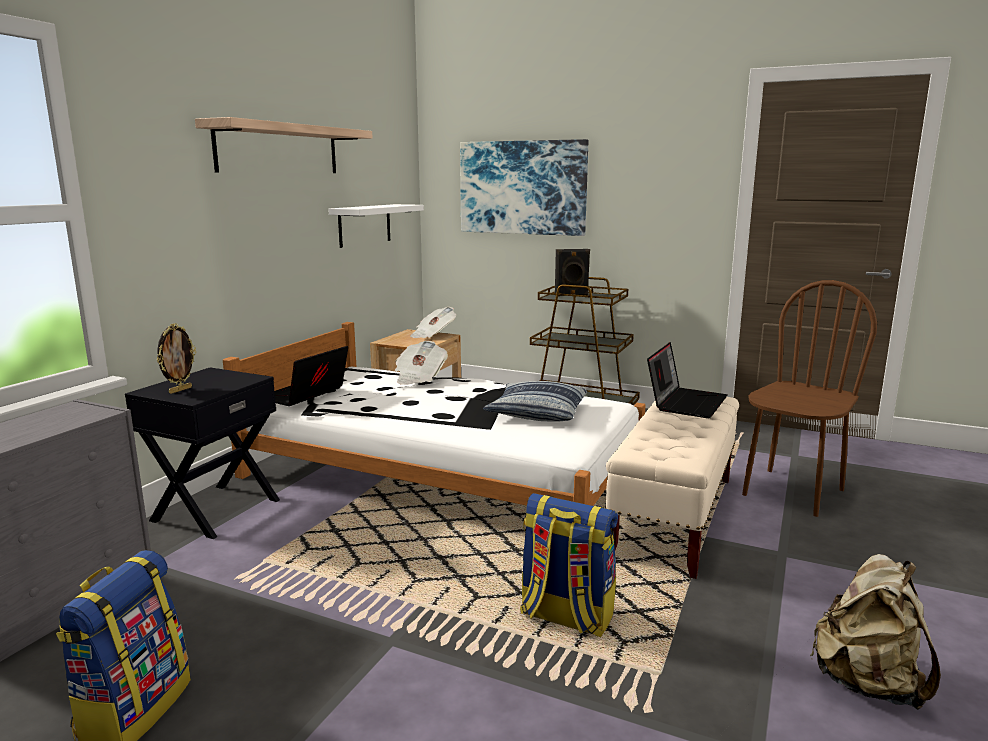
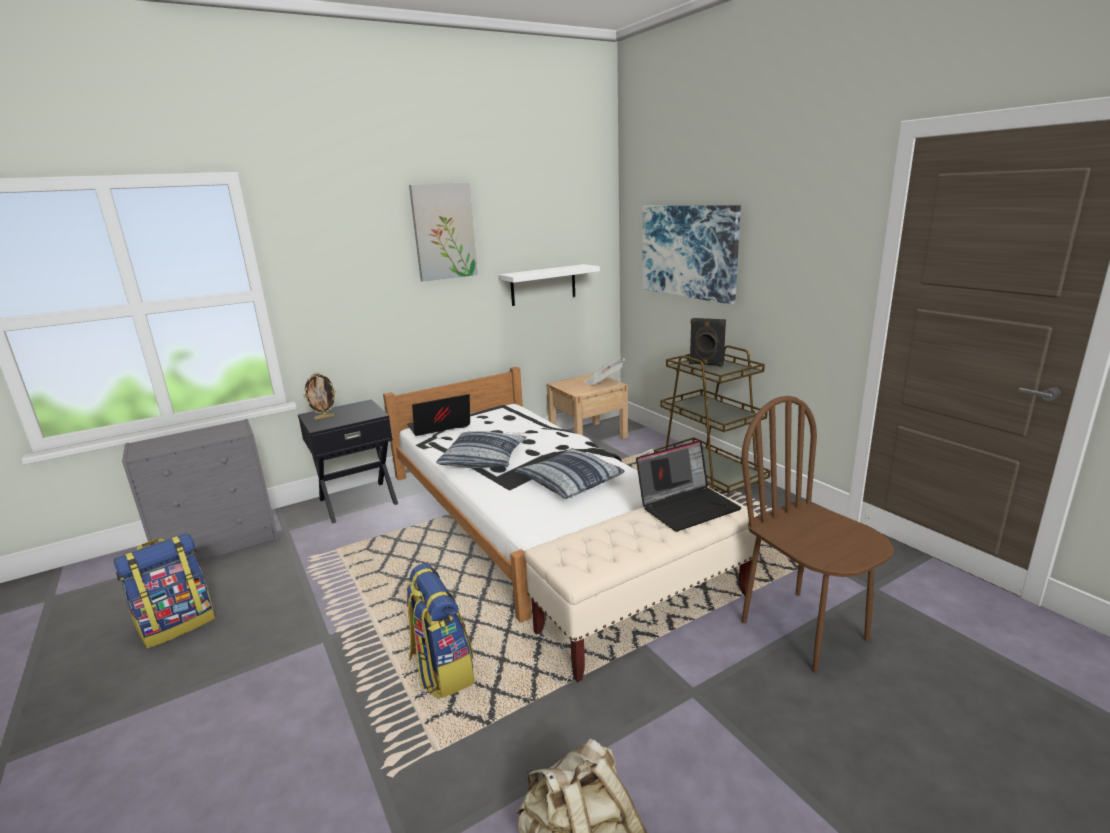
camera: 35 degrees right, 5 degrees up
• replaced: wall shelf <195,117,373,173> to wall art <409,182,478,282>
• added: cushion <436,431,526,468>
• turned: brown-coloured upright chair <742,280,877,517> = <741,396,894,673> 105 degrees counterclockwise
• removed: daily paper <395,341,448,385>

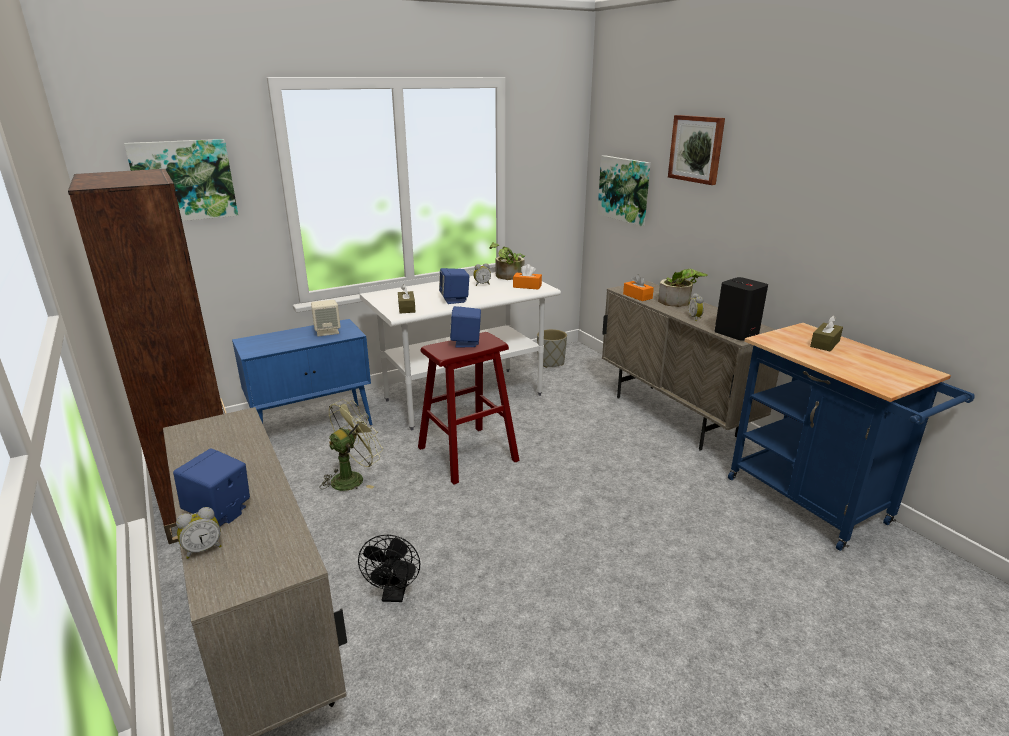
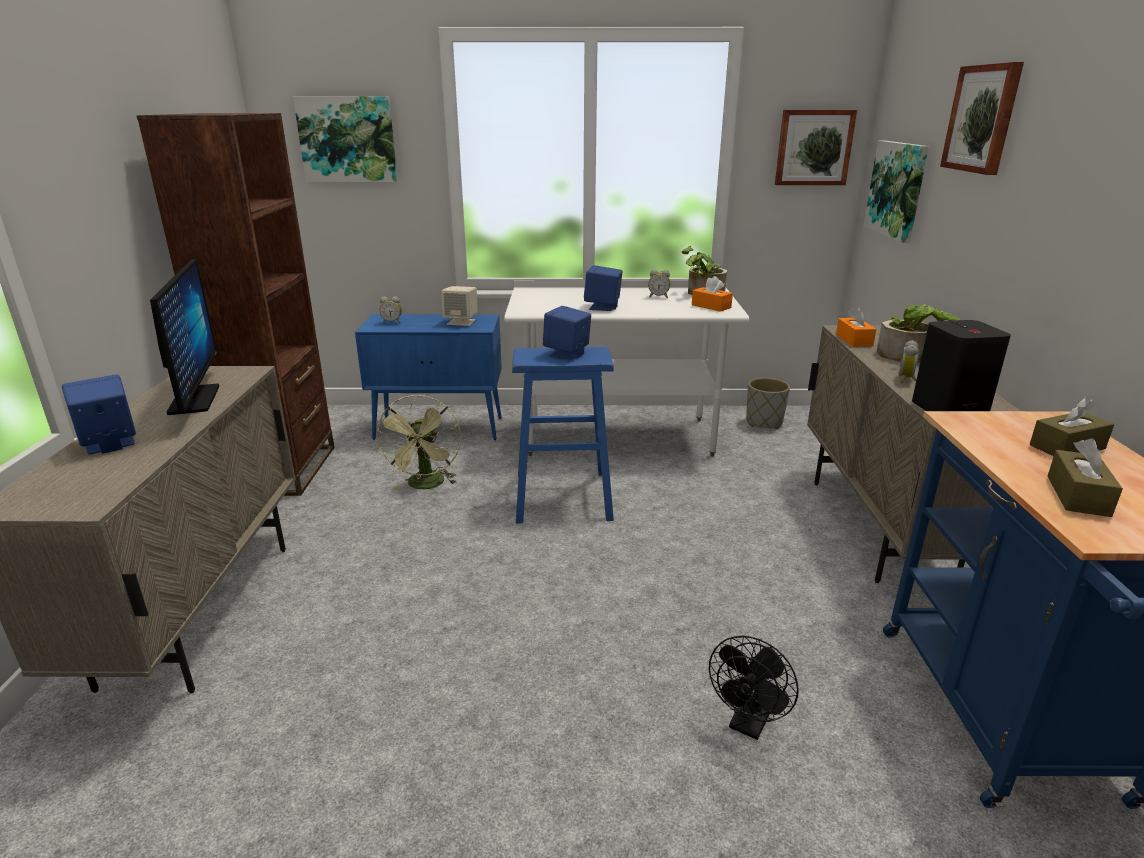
camera: 30 degrees right, 0 degrees up
• added: monitor <150,259,219,415>
• turned: greenish cooling fan <319,399,383,491> = <375,395,461,489> 105 degrees clockwise
• moved: table clock <176,507,222,559> to <379,296,402,324>
• recoloured: reddish sitting stool <418,332,520,484> to blue sitting stool <512,347,614,524>
• moved: black cooling fan <358,534,420,602> to <709,636,799,740>
• added: wall art <775,110,857,185>
• moved: brown-coloured tissue box <398,284,416,313> to <1048,438,1123,517>

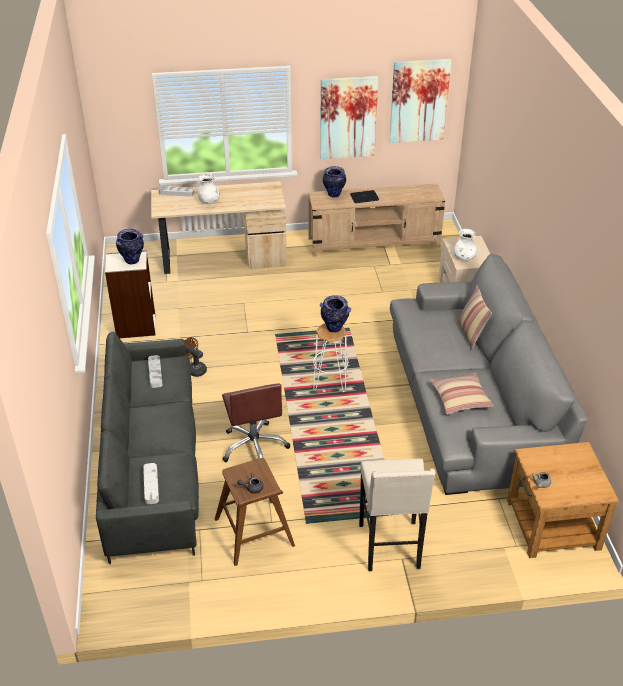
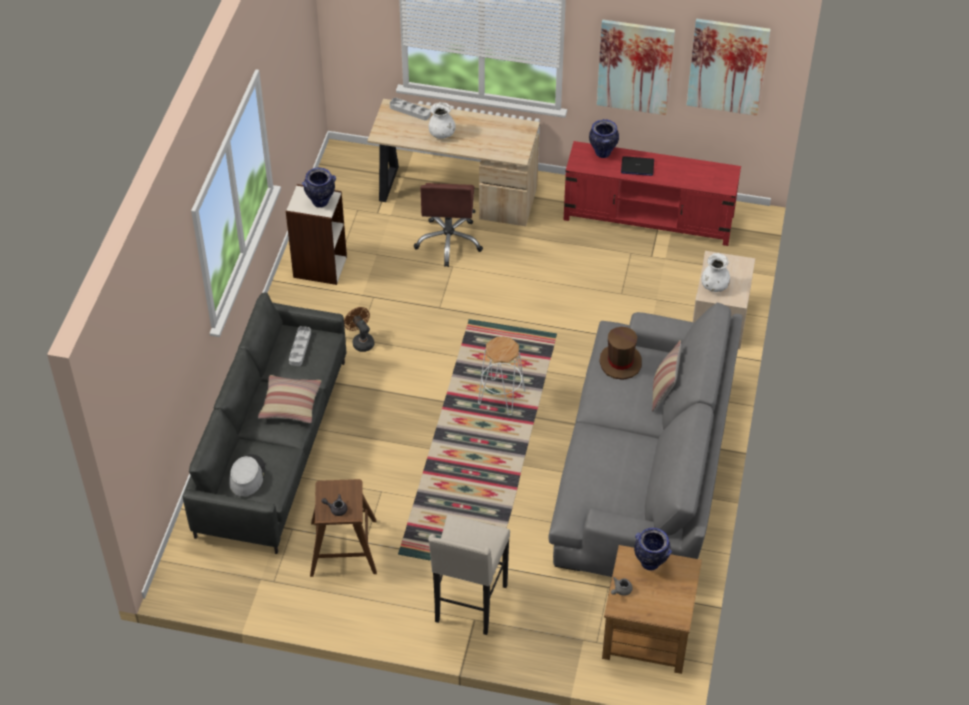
camera: 20 degrees right, 10 degrees up
• replaced: grey serving tray <143,463,159,504> to grey hat <229,454,265,497>
• moved: cushion <430,373,494,414> to <258,375,321,423>
• moved: brown-coloured computer chair <222,383,290,462> to <414,183,483,267>
• recoloured: beige-coloured tv stand <308,183,445,257> to reddish tv stand <564,141,741,246>
• added: brown-coloured hat <599,327,642,380>
• moved: flower vase <320,295,351,333> to <634,528,672,571>

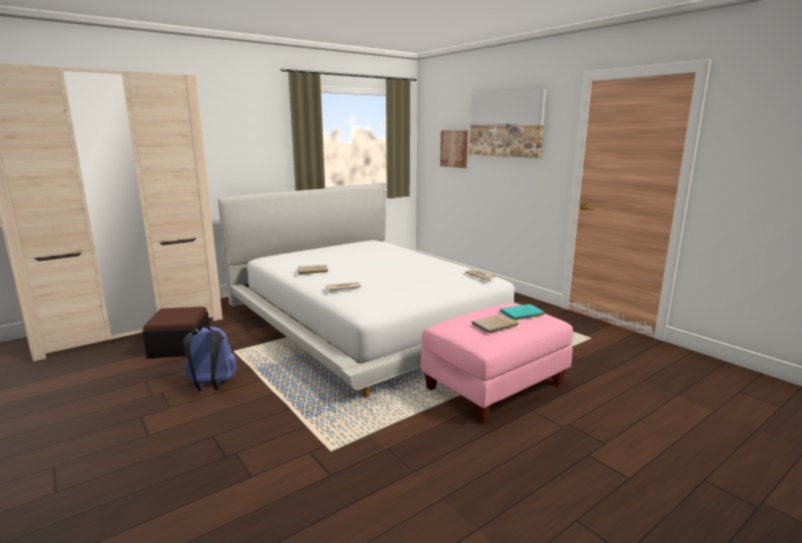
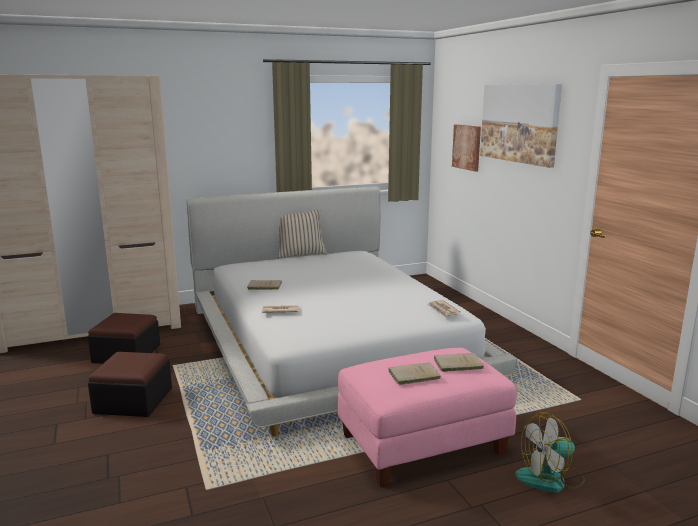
camera: 15 degrees right, 0 degrees up
• replaced: blue backpack <183,326,237,391> to pouffe <88,352,172,417>
• added: beige-coloured cushion <277,209,327,258>
• recoloured: blue-green bound book <500,304,545,321> to beige-coloured bound book <434,353,484,372>
• added: cooling fan <515,412,585,493>

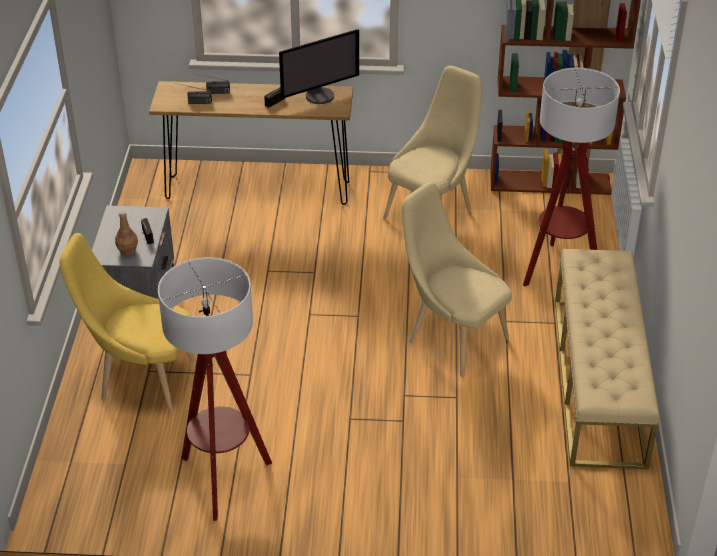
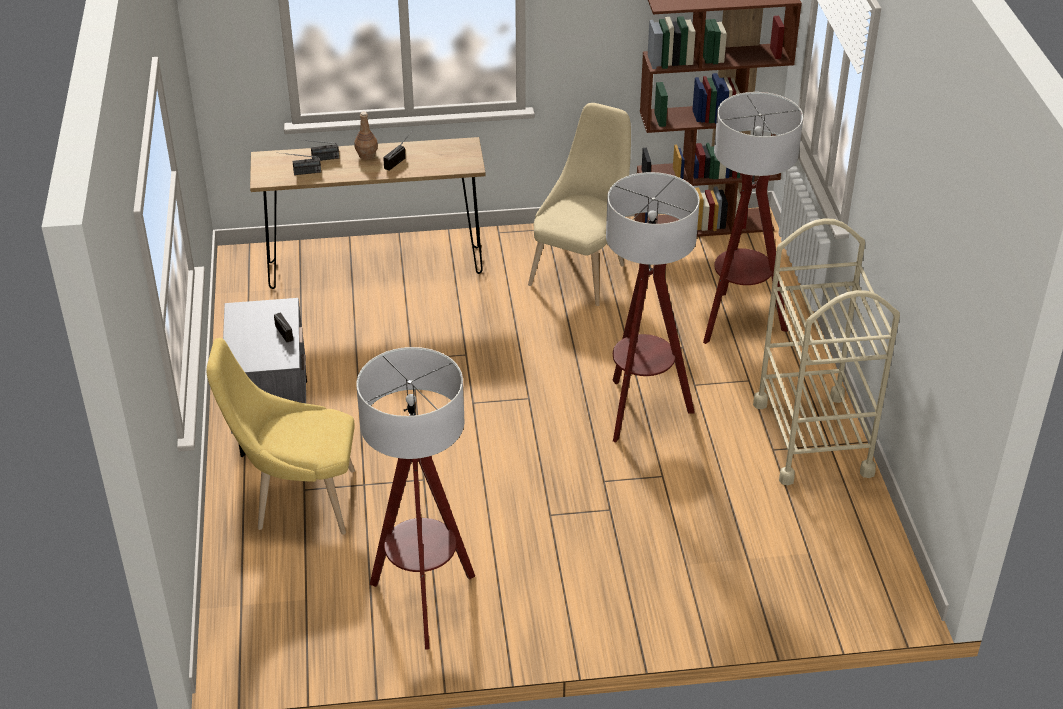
camera: 10 degrees left, 0 degrees up
• moved: brown-coloured beverage bottle <115,211,138,255> to <354,112,378,160>
• replaced: beige-coloured upright chair <402,182,512,377> to floor lamp <606,172,700,443>
• replaced: beige-coloured indoor bench <555,249,659,469> to beige-coloured cart <753,218,900,485>
• removed: monitor <279,29,359,104>

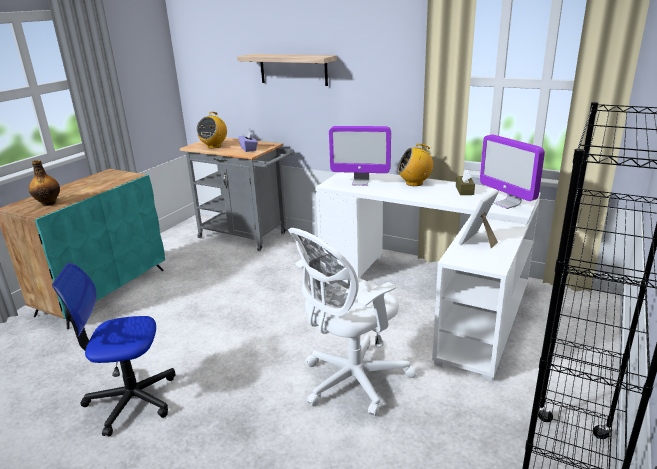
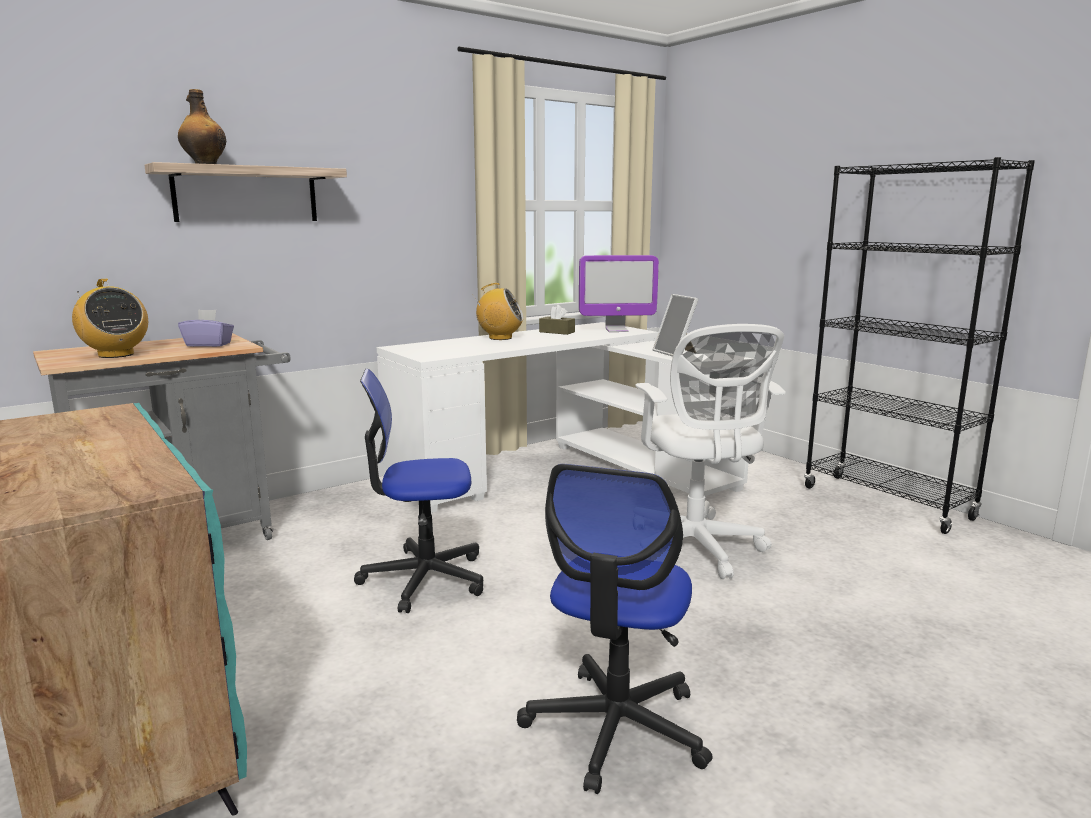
camera: 65 degrees left, 10 degrees down
• moved: beverage bottle <29,160,60,206> to <178,89,226,164>
• added: computer chair <354,369,483,613>
• turned: radio receiver <398,144,433,186> = <472,283,524,340> 105 degrees counterclockwise
• removed: monitor <329,126,391,186>

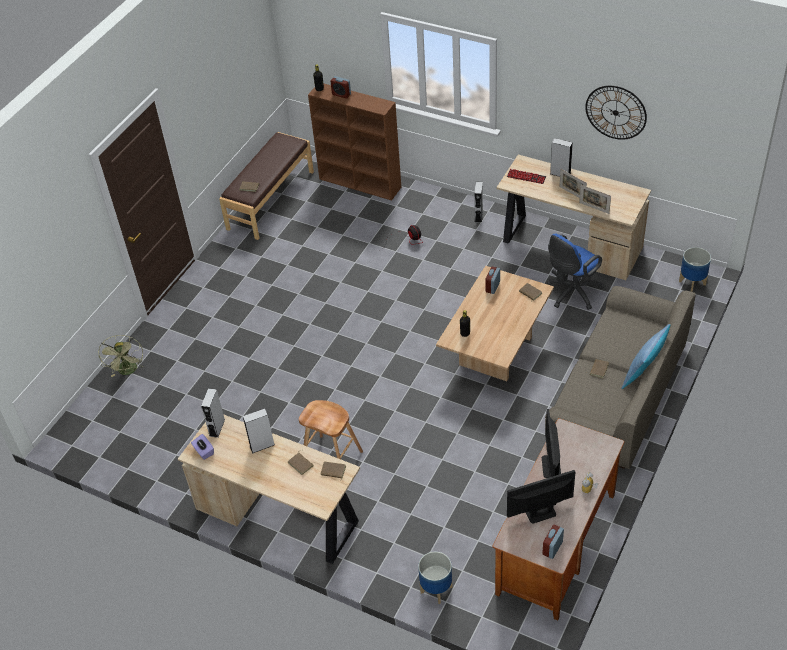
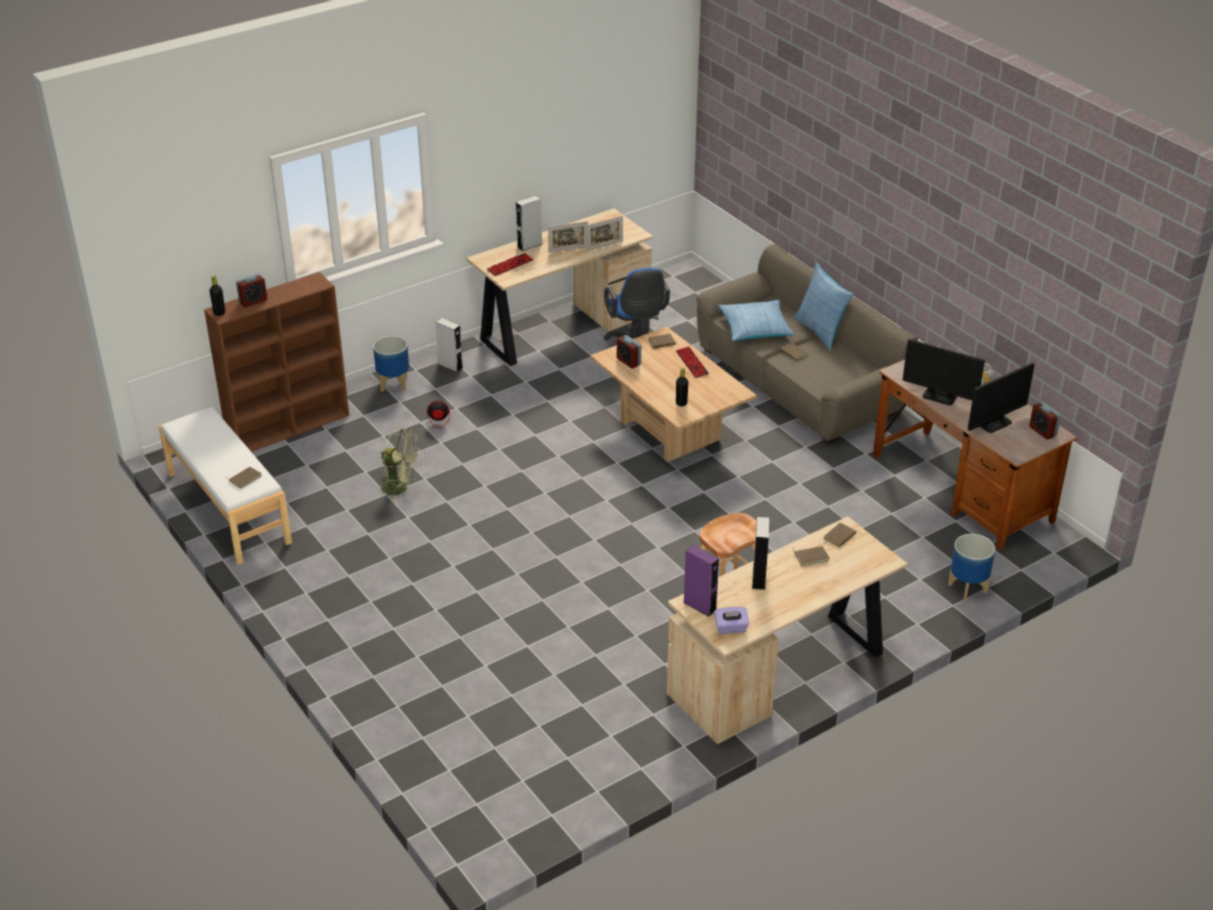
camera: 65 degrees left, 10 degrees down
• recoloured: brown-coloured indoor bench <219,132,314,240> to white-coloured indoor bench <159,407,292,565>
• moved: plant pot <679,247,711,292> to <373,336,409,392>
• moved: greenish cooling fan <98,335,144,377> to <378,428,421,503>
• added: computer keyboard <676,346,709,378>
• recoloured: grey speaker <201,388,225,438> to purplish speaker <683,545,719,617>
• added: cushion <718,299,795,341>
• turned: monitor <507,470,575,523> = <968,363,1035,433> 135 degrees counterclockwise
• removed: wall clock <585,85,647,140>

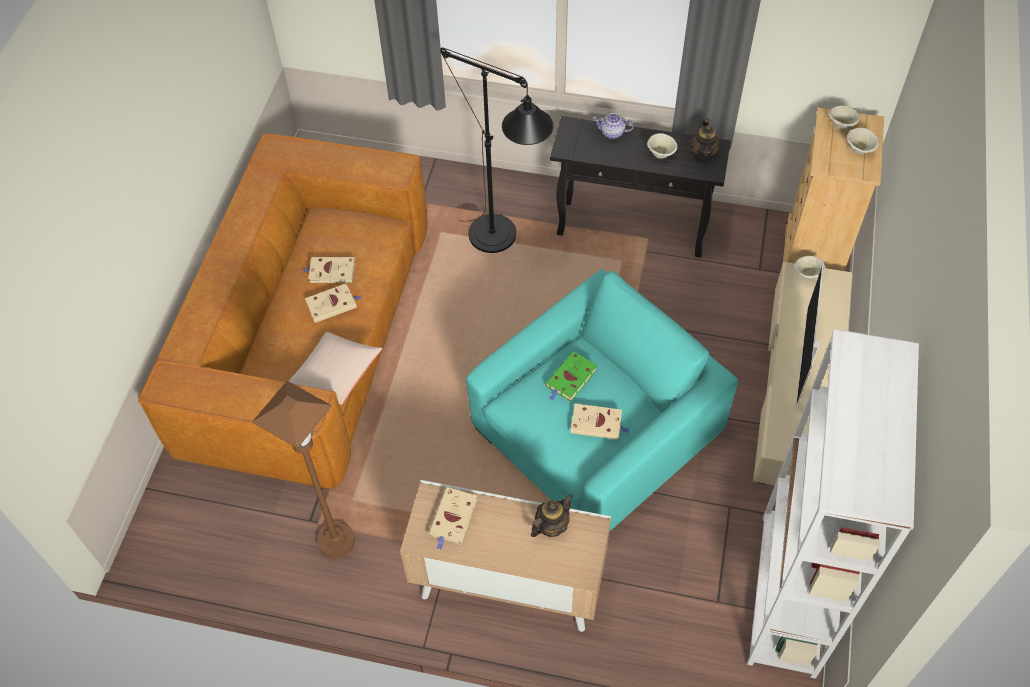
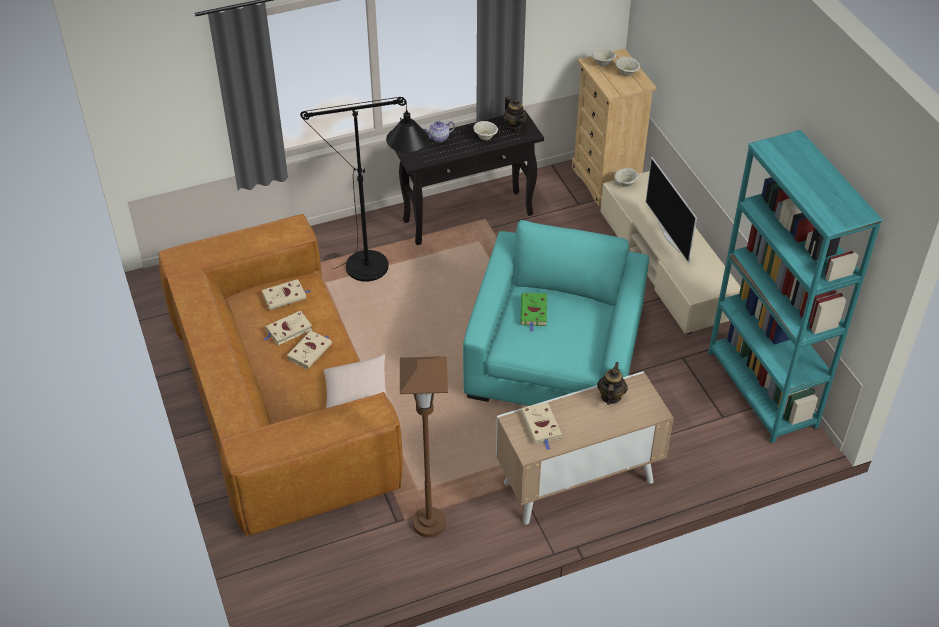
camera: 35 degrees left, 10 degrees down
• moved: beige-coloured bound book <570,404,629,440> to <262,279,311,310>
• recoloured: white-coloured shelving unit <747,329,919,679> to blue-green shelving unit <708,130,883,443>

